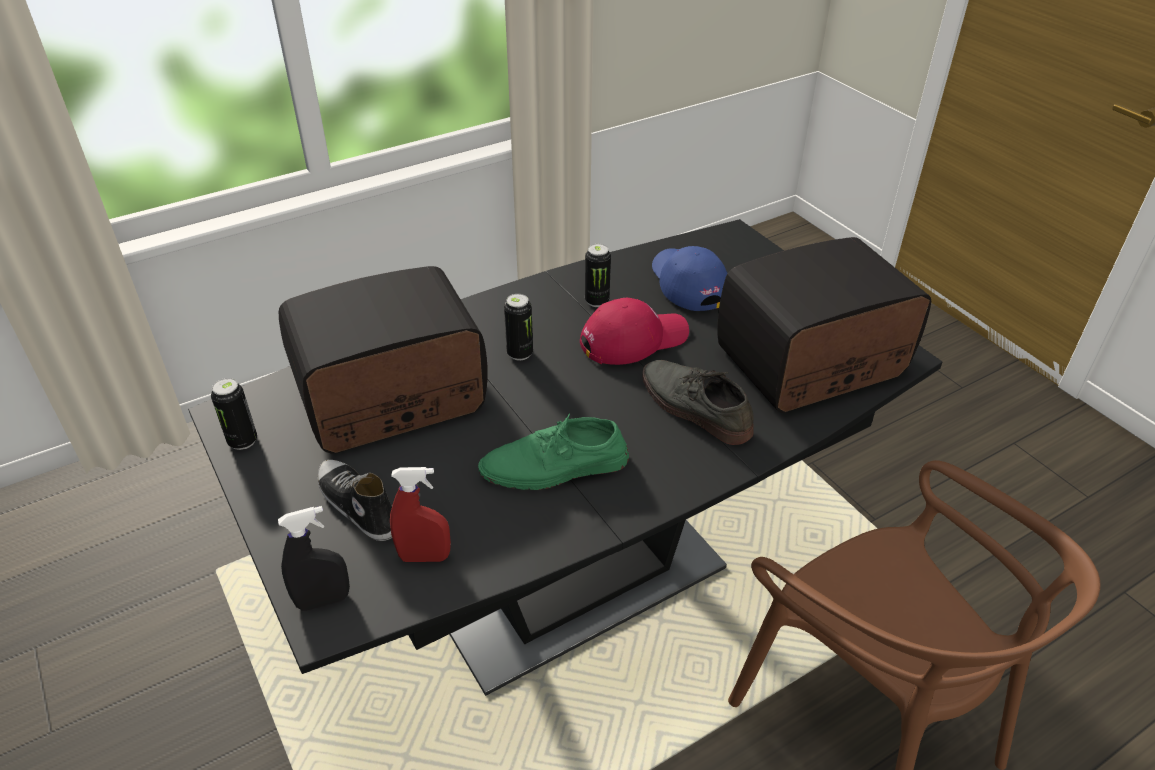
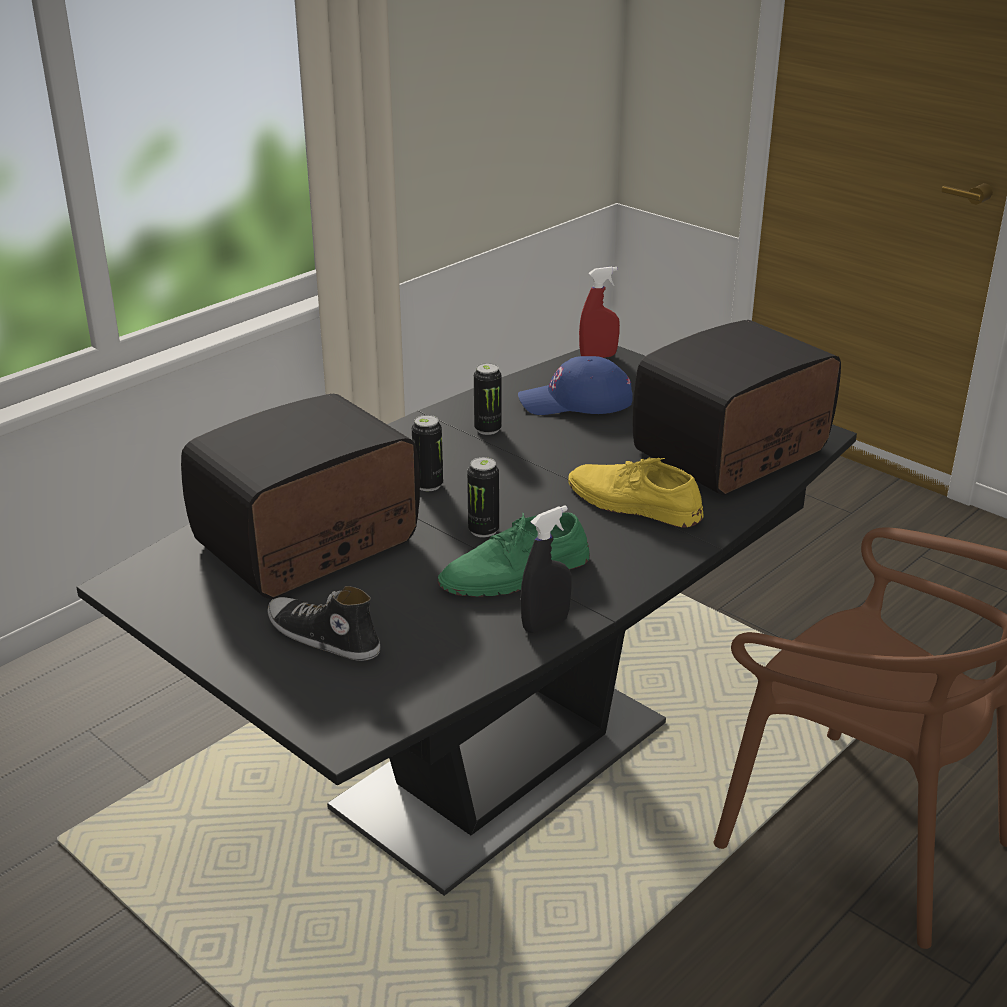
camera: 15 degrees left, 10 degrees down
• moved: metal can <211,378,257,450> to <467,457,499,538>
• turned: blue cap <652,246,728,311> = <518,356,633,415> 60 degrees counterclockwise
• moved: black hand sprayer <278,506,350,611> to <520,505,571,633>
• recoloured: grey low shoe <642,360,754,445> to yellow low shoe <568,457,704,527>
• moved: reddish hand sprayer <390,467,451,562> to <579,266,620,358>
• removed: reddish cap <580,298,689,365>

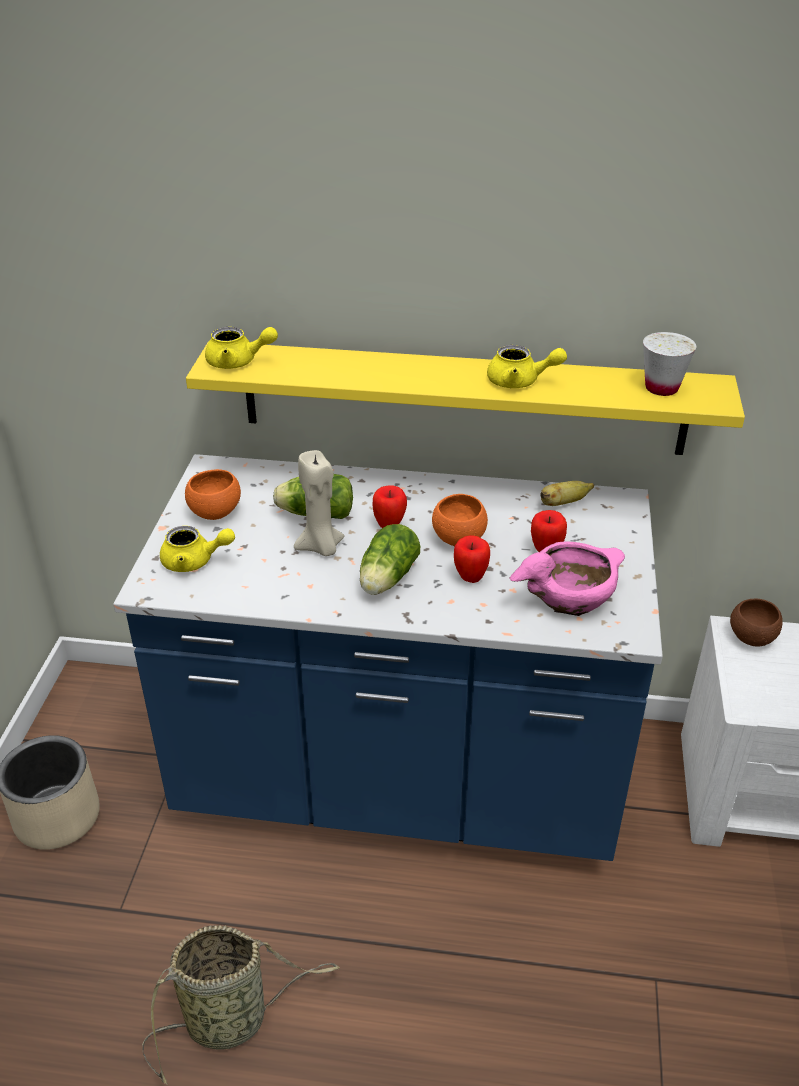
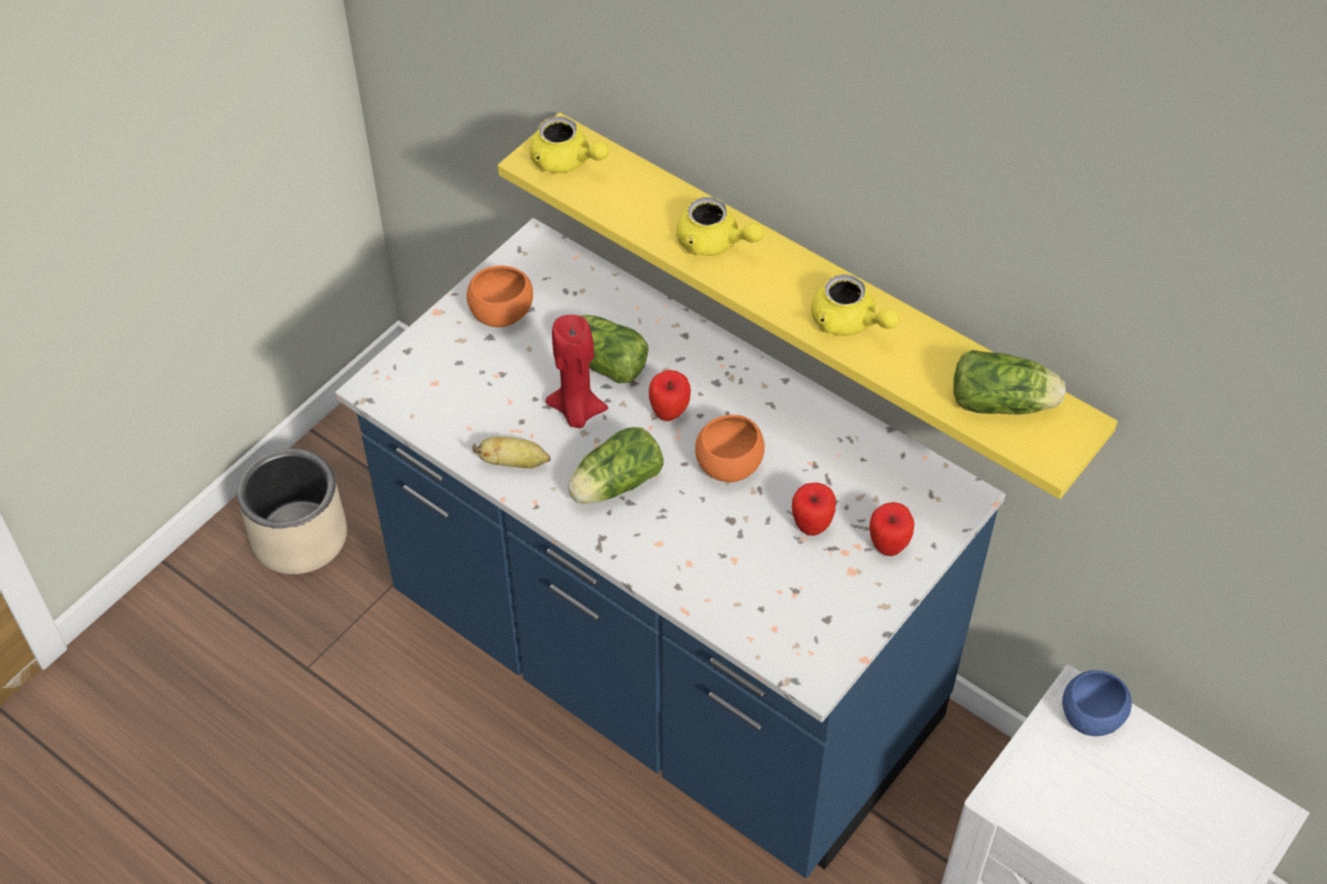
camera: 30 degrees right, 15 degrees up
• moved: banana fruit <540,481,594,506> to <472,437,551,468>
• recoloured: beige-coloured wax light <294,450,345,556> to reddish wax light <546,315,608,428>
• moved: yellow tea pot <160,526,235,572> to <676,197,764,256>
• moved: whole apple <454,535,490,583> to <869,502,914,556>
• replaced: white-coloured small cup <643,332,696,396> to lettuce head <954,350,1066,414>
• recoloured: brown-coloured deep dish <730,599,783,647> to blue deep dish <1062,670,1132,736>
• removed: storage basket <142,925,340,1085>
• removed: pinkish deep dish <509,541,625,616>

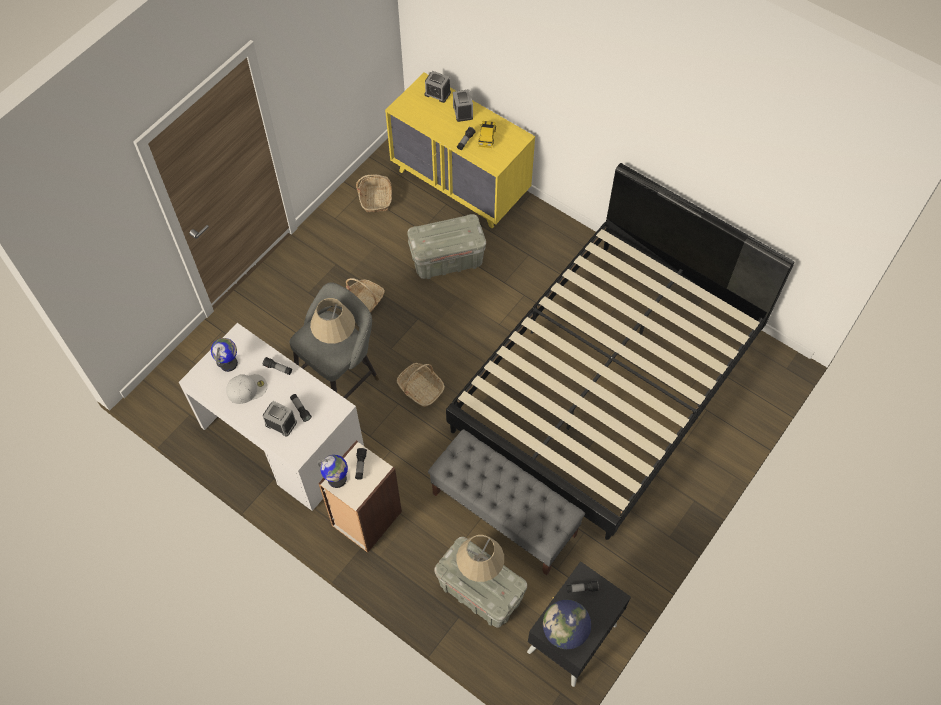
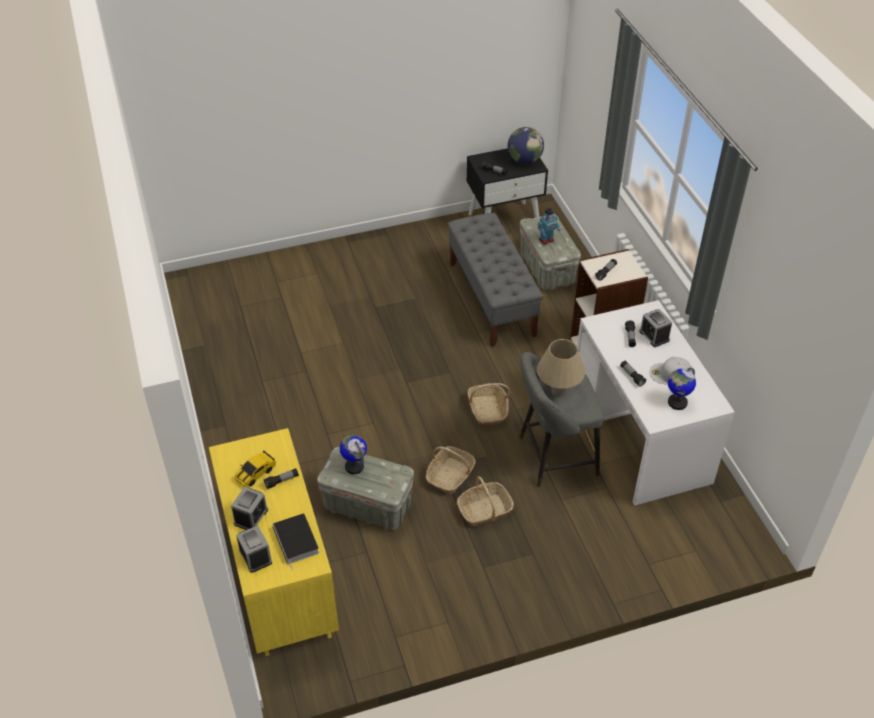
camera: 145 degrees left, 15 degrees down
• added: bound book <273,513,319,571>
• moved: desk globe <317,455,348,488> to <340,435,367,474>
• moved: storage basket <356,174,392,212> to <426,446,476,494>
• replaced: beige-coloured tabletop lamp <457,535,504,582> to model robot <538,208,561,245>
• removed: black sleeping bed <446,163,795,540>

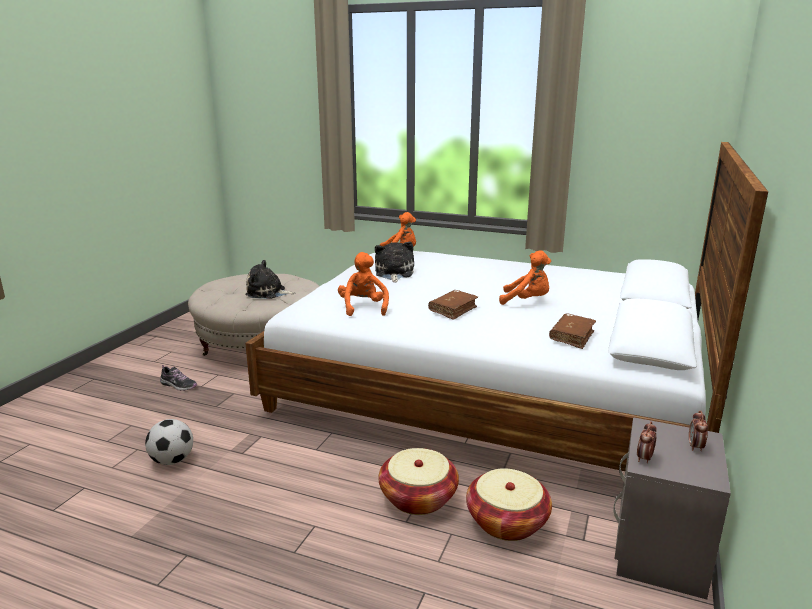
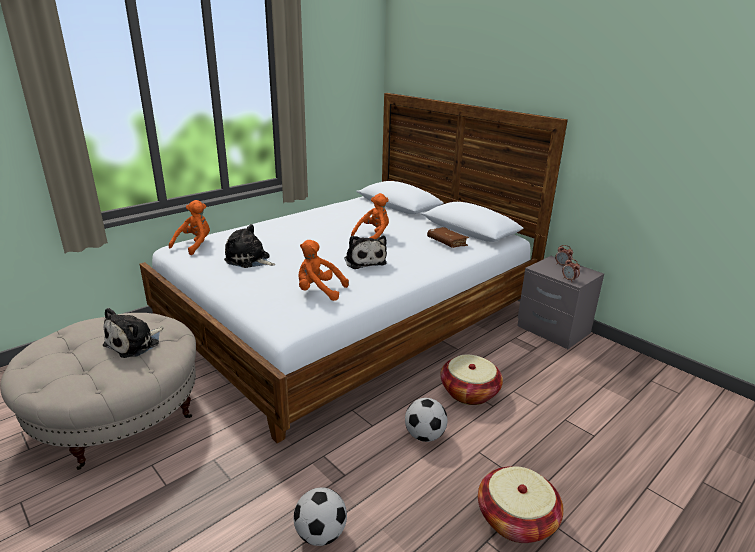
camera: 65 degrees left, 5 degrees up
• replaced: brown-coloured bound book <428,290,478,320> to soft toy <344,236,387,269>
• added: football ball <405,398,448,442>
• moved: storage basket <466,468,552,541> to <478,466,564,543>
• removed: low shoe <160,365,197,391>

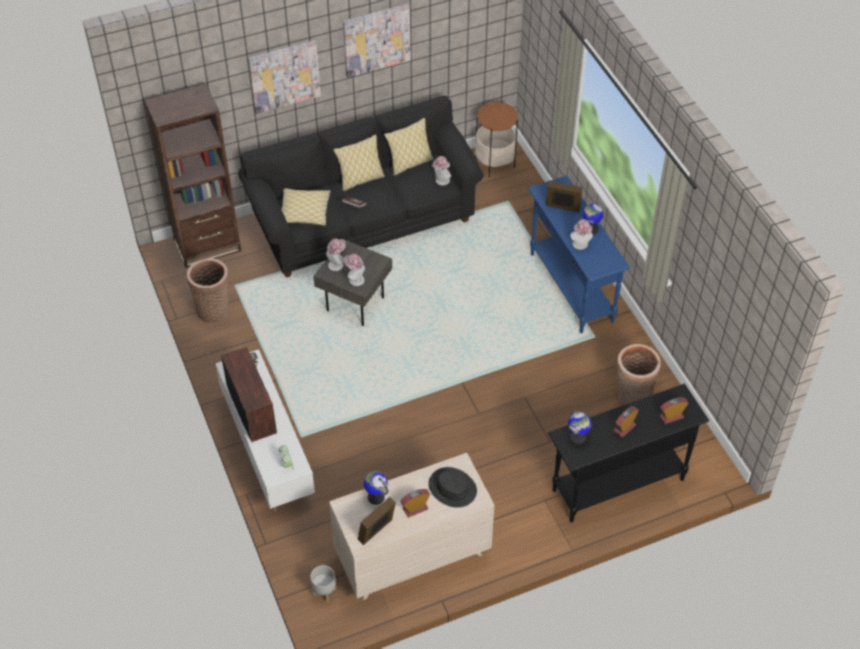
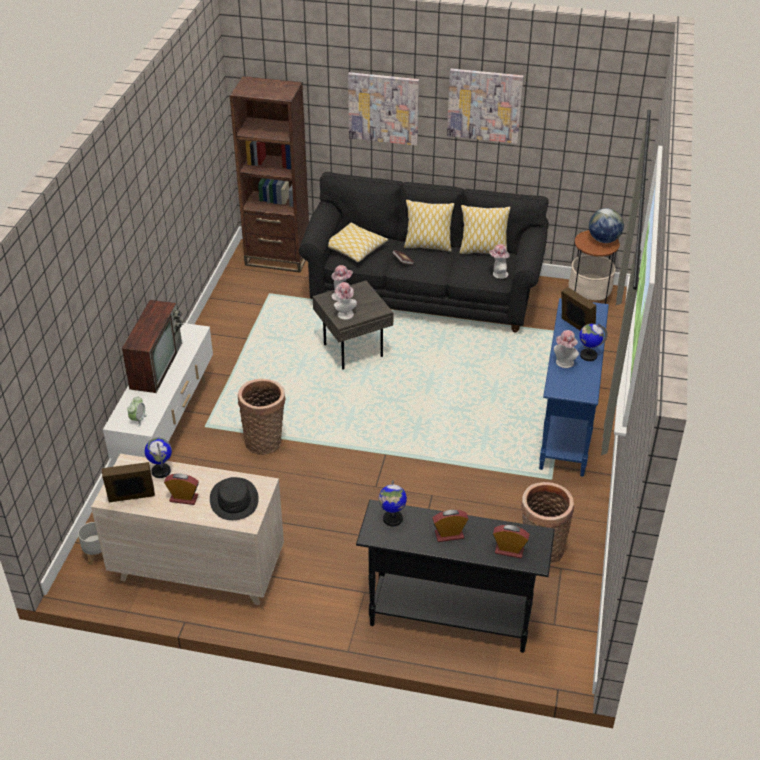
camera: 35 degrees right, 10 degrees down
• moved: storage basket <187,258,229,324> to <238,379,286,455>
• added: desk globe <589,208,624,243>

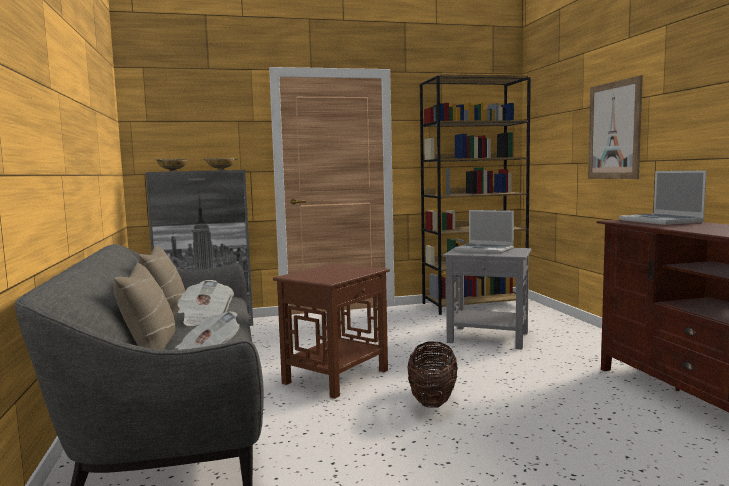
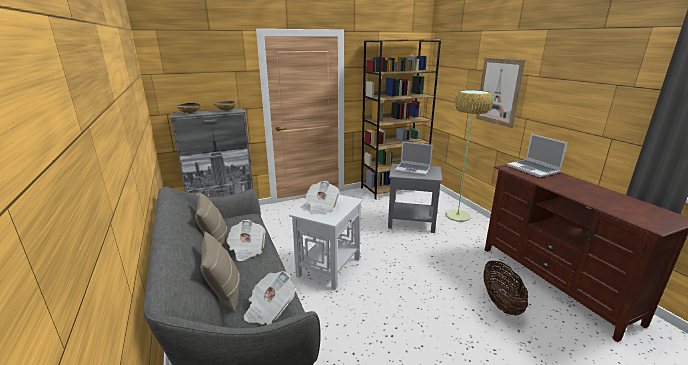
camera: 10 degrees left, 15 degrees up
• recoloured: brown-coloured accent table <273,263,390,399> to white-coloured accent table <289,195,363,289>
• added: daily paper <305,181,340,215>
• added: floor lamp <445,90,494,222>
• moved: storage basket <408,341,458,408> to <483,260,528,315>

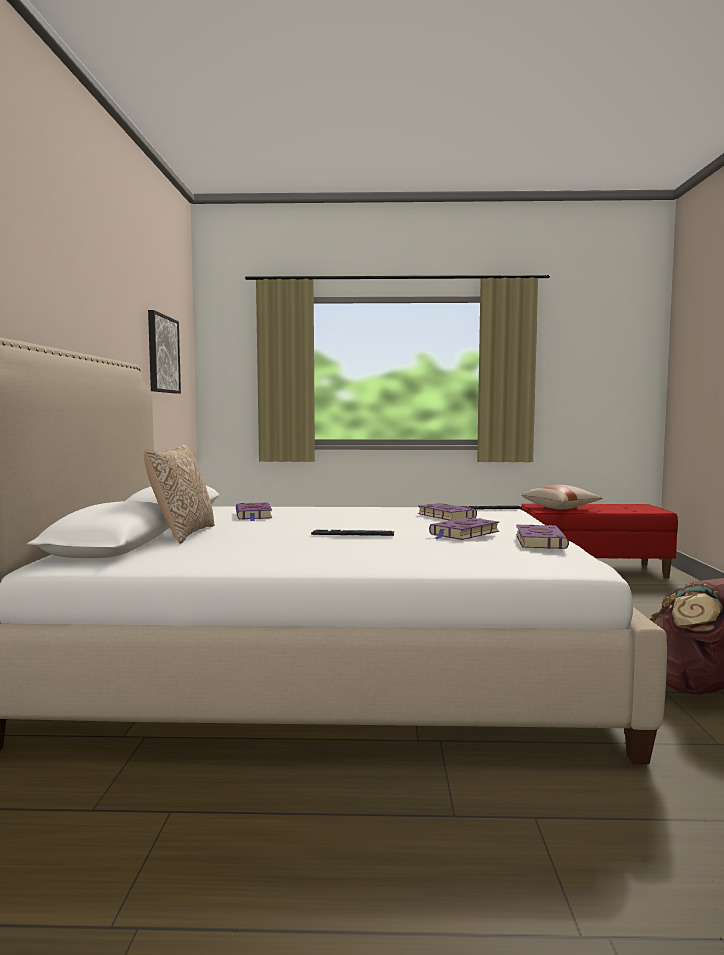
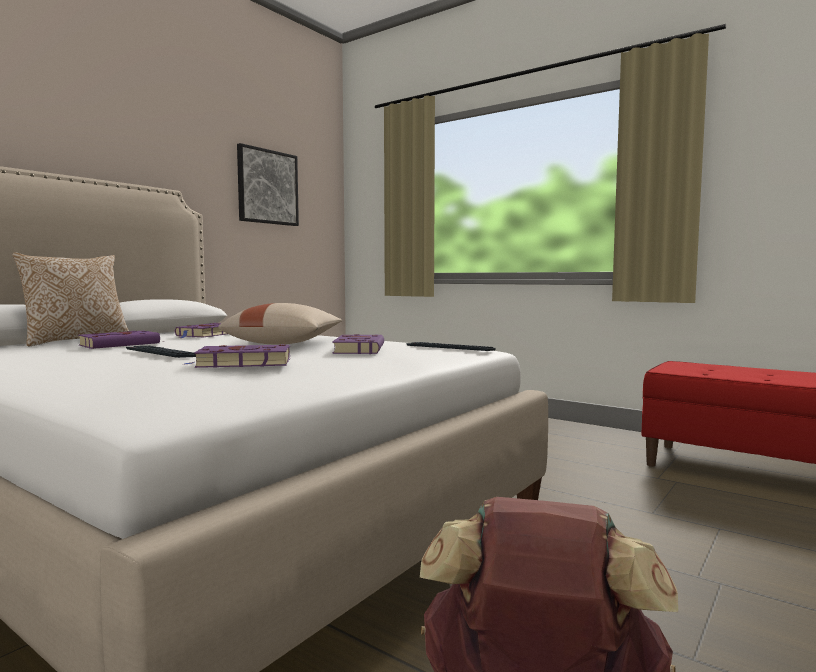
camera: 35 degrees right, 0 degrees up
• moved: purplish bound book <516,525,569,549> to <78,331,165,349>
• moved: beige-coloured cushion <522,485,602,509> to <218,303,342,344>

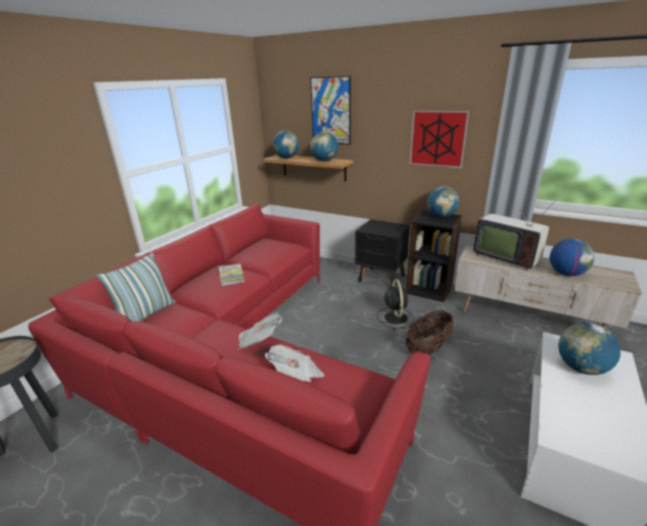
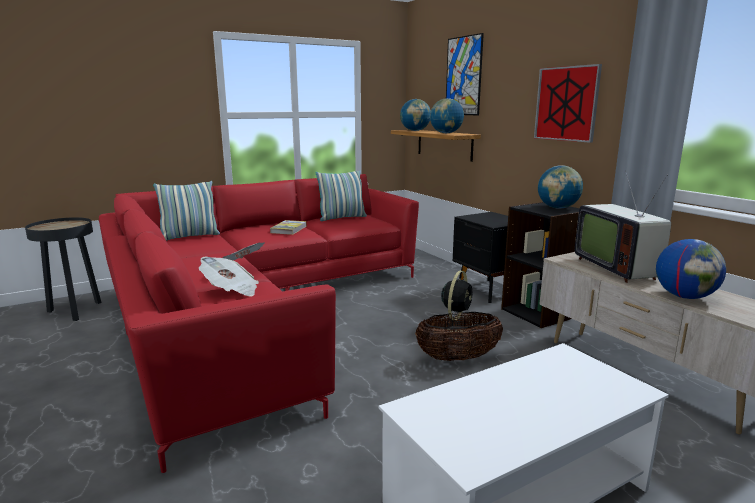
camera: 30 degrees right, 10 degrees down
• added: cushion <315,170,367,221>
• removed: desk globe <558,323,621,375>

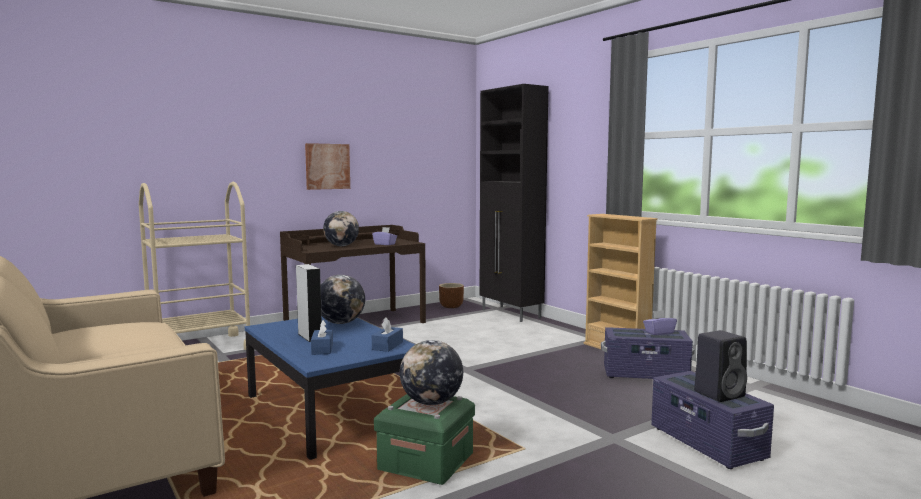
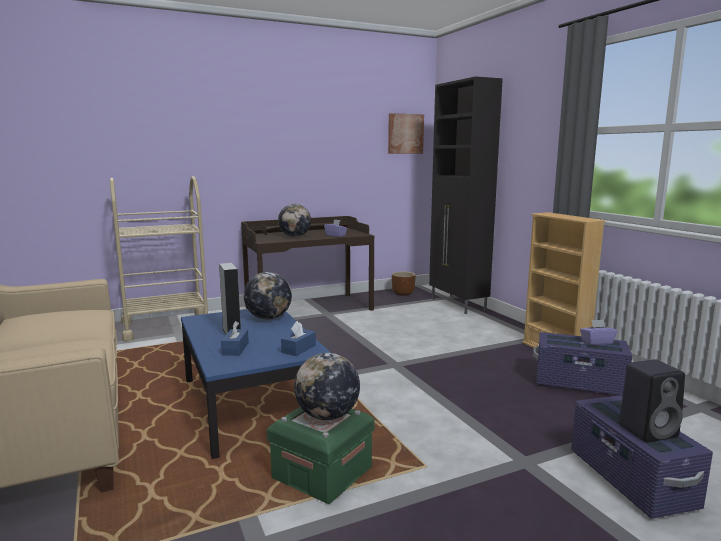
camera: 10 degrees right, 5 degrees up
• moved: wall art <305,143,350,190> to <388,113,424,154>

